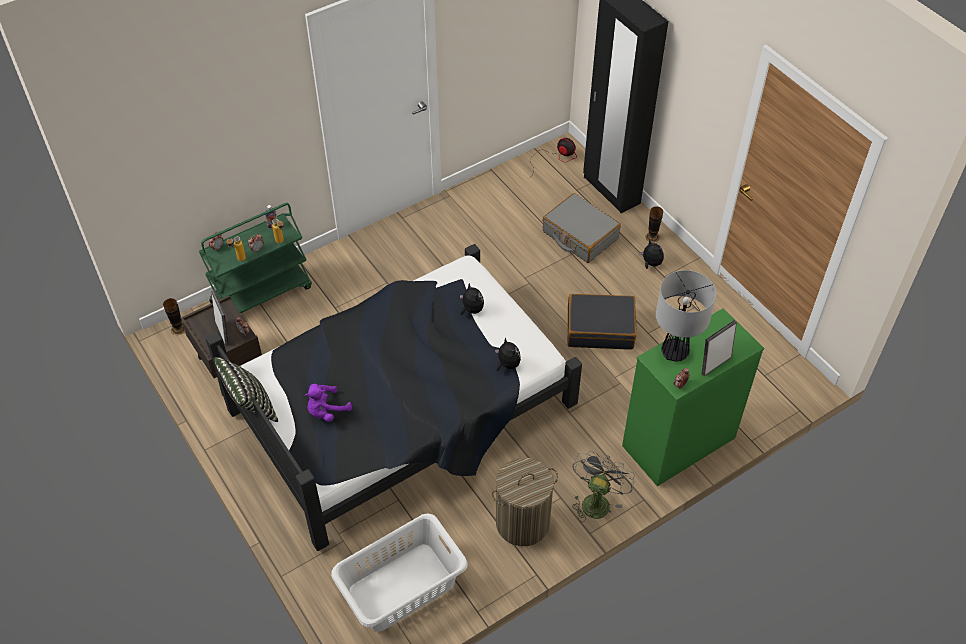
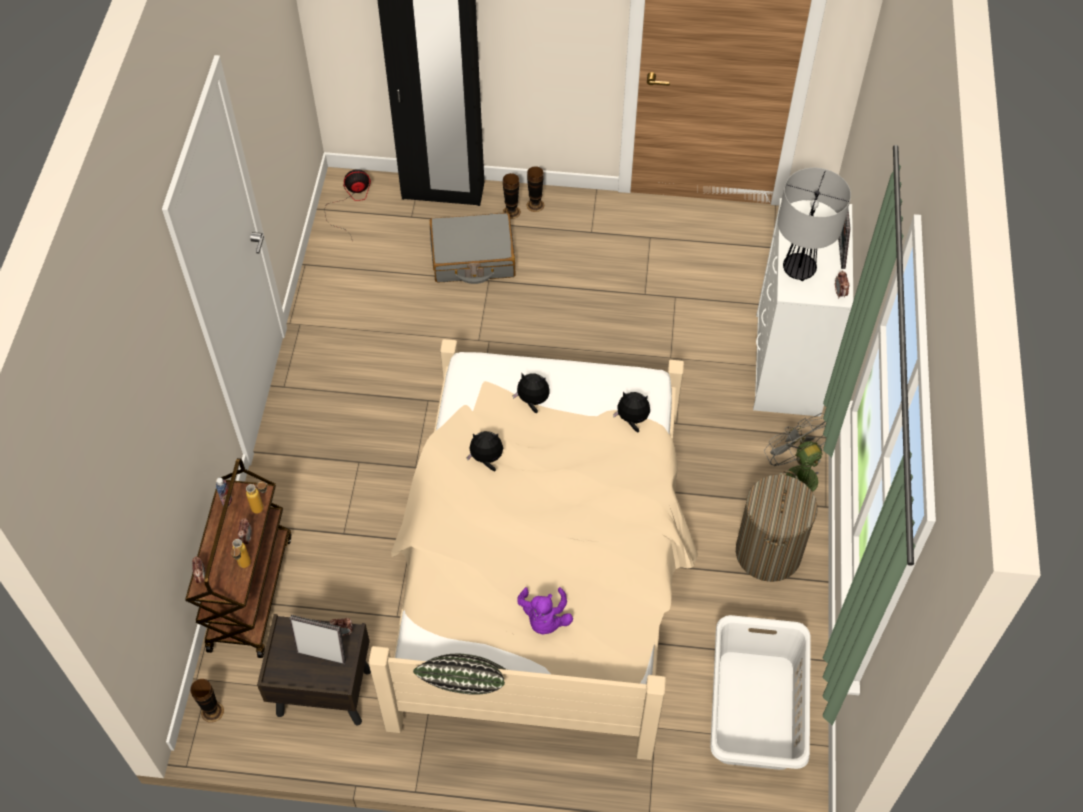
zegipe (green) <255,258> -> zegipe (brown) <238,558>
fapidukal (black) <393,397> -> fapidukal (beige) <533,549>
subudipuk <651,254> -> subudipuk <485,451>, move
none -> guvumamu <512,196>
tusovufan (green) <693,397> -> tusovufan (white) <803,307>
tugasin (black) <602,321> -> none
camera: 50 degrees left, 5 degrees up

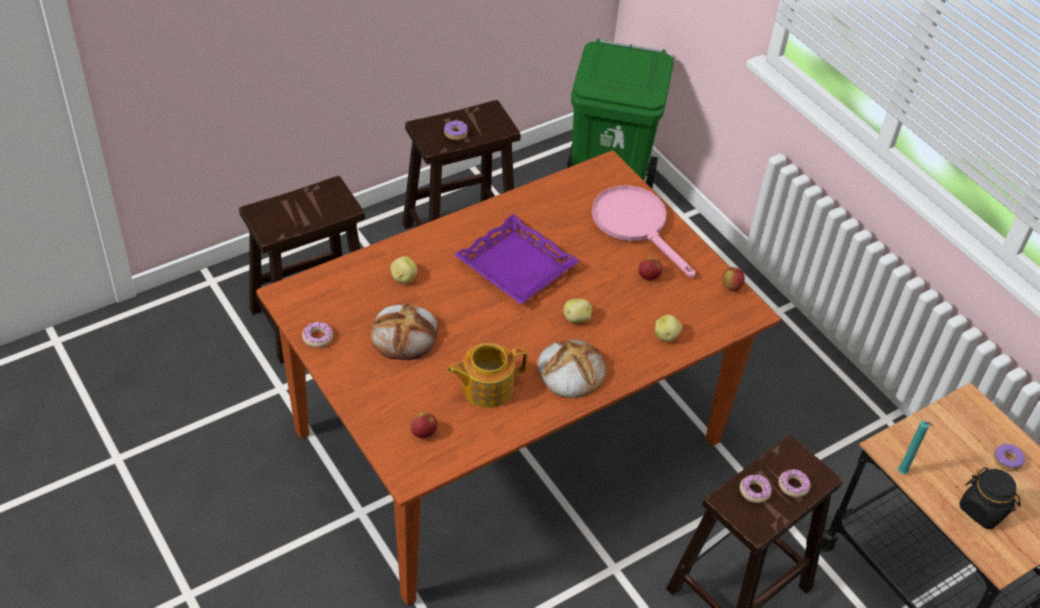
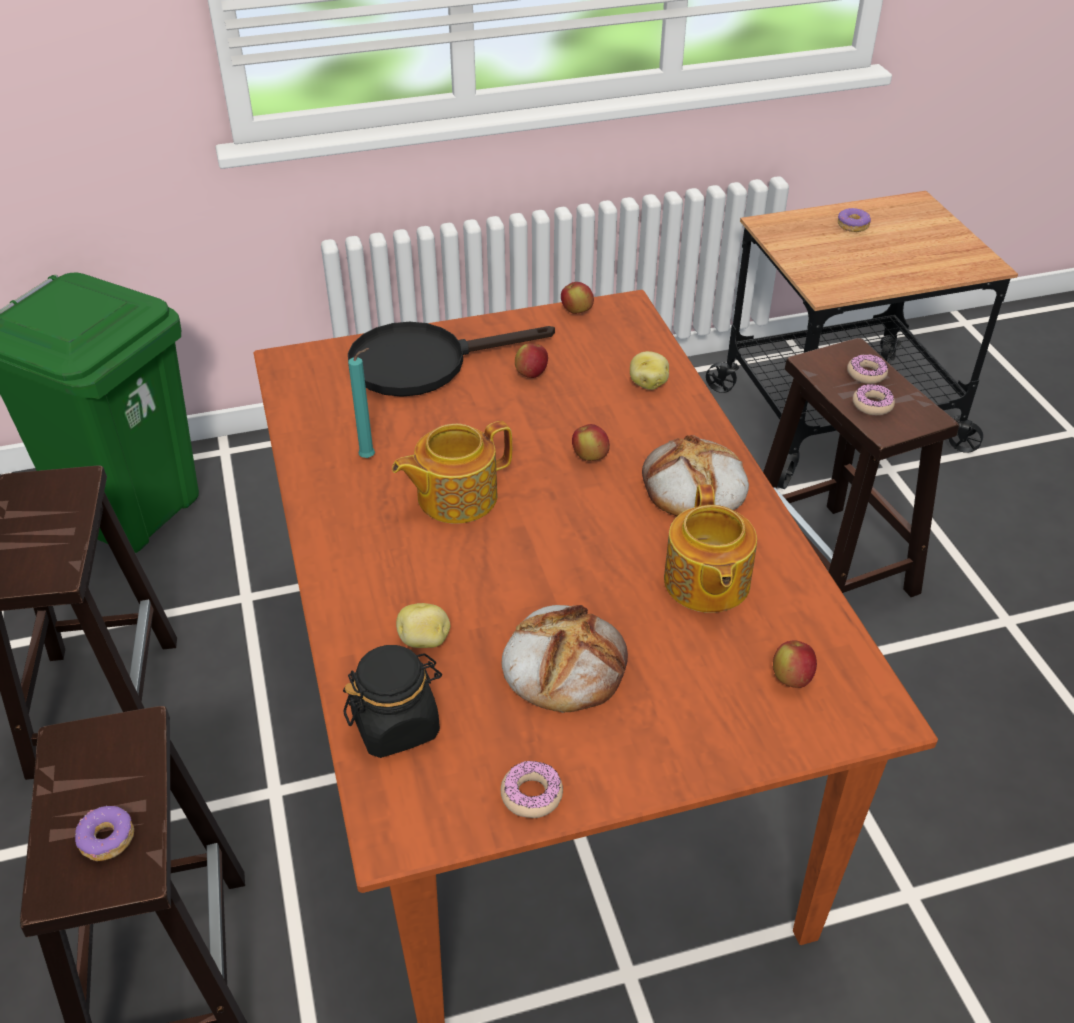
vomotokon <456,130> -> vomotokon <104,833>, move
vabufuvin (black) <990,498> -> vabufuvin (black) <392,701>, move
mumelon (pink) <643,231> -> mumelon (black) <451,359>
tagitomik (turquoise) <915,447> -> tagitomik (turquoise) <361,403>, move
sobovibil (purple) <517,259> -> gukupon <452,472>
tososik <578,310> -> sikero <591,442>
camera: 70 degrees left, 5 degrees down

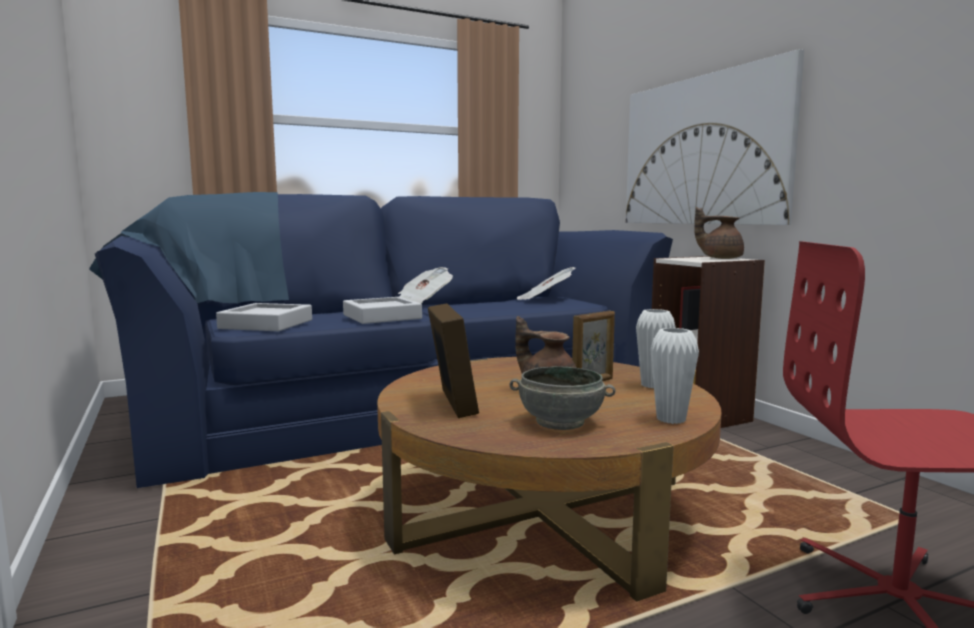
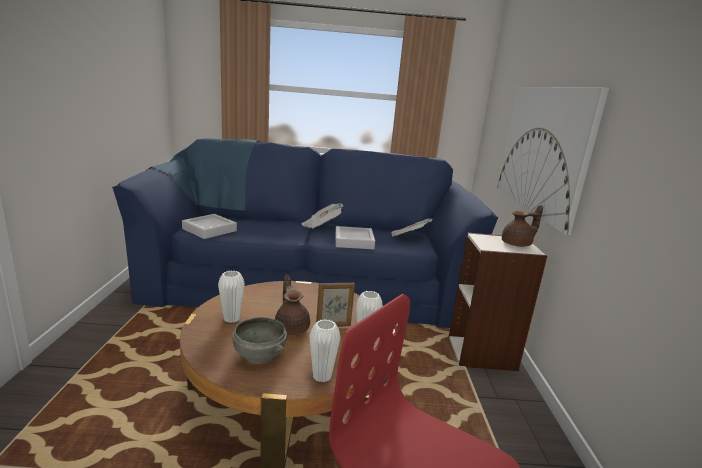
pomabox <453,360> -> guvumamu (white) <231,296>
sobovibil (grey) <382,310> -> sobovibil (grey) <355,237>, move
gukupon (brown) <719,233> -> gukupon (brown) <522,226>, 120 degrees clockwise
camera: 25 degrees right, 10 degrees up

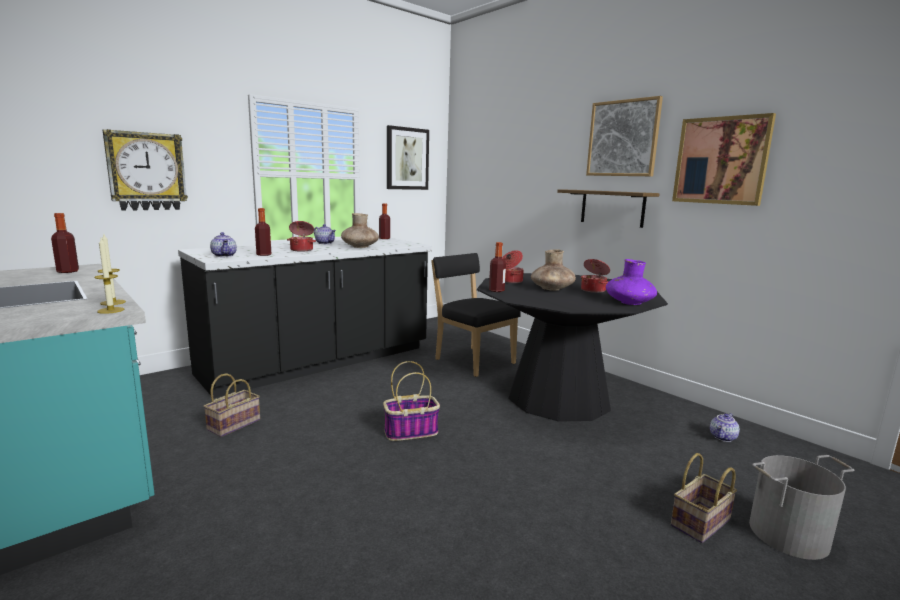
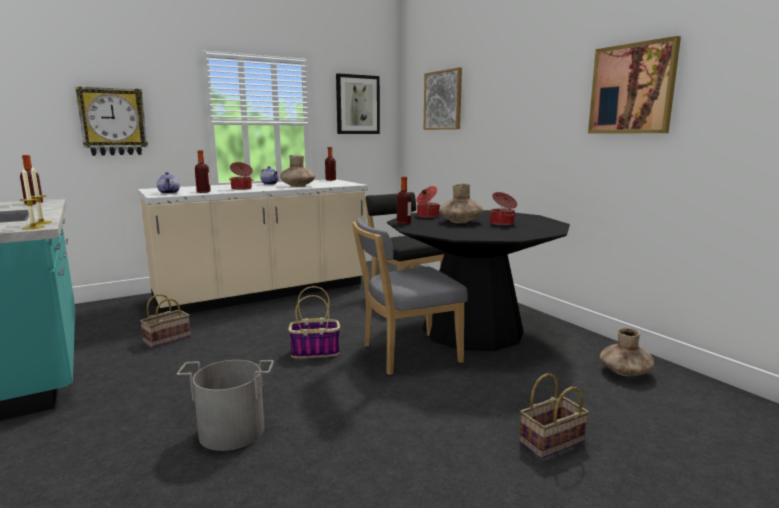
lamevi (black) <305,318> -> lamevi (beige) <253,246>
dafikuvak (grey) <801,507> -> dafikuvak (grey) <225,405>, move
none -> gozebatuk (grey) <410,296>
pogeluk <624,136> -> pogeluk <443,98>, move
gukupon <725,427> -> guvumamu (brown) <627,352>
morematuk <608,208> -> none
guvumamu (purple) <631,282> -> none
camera: 10 degrees right, 0 degrees up

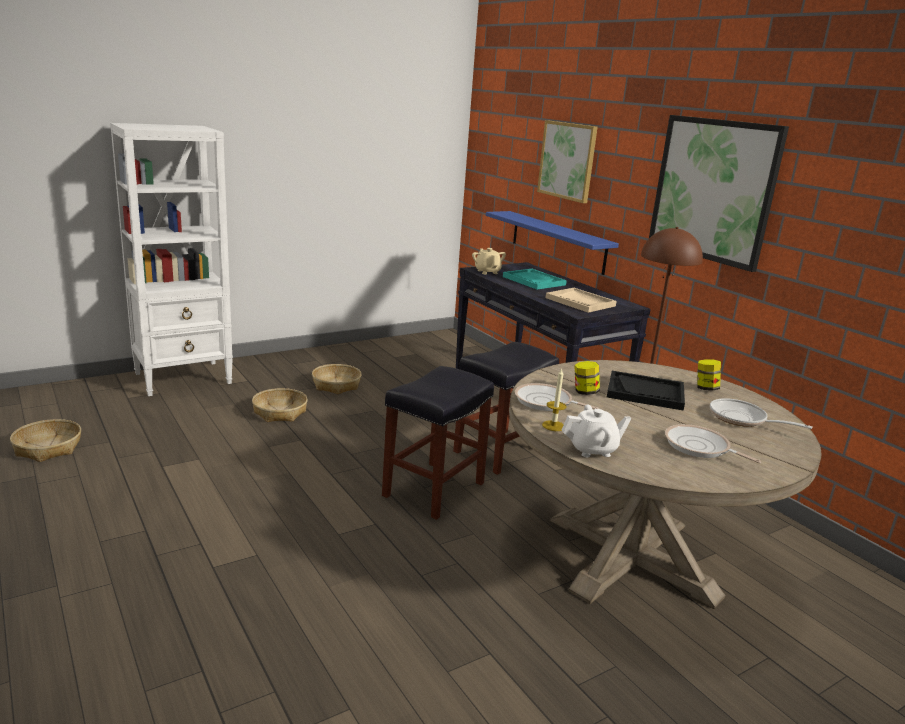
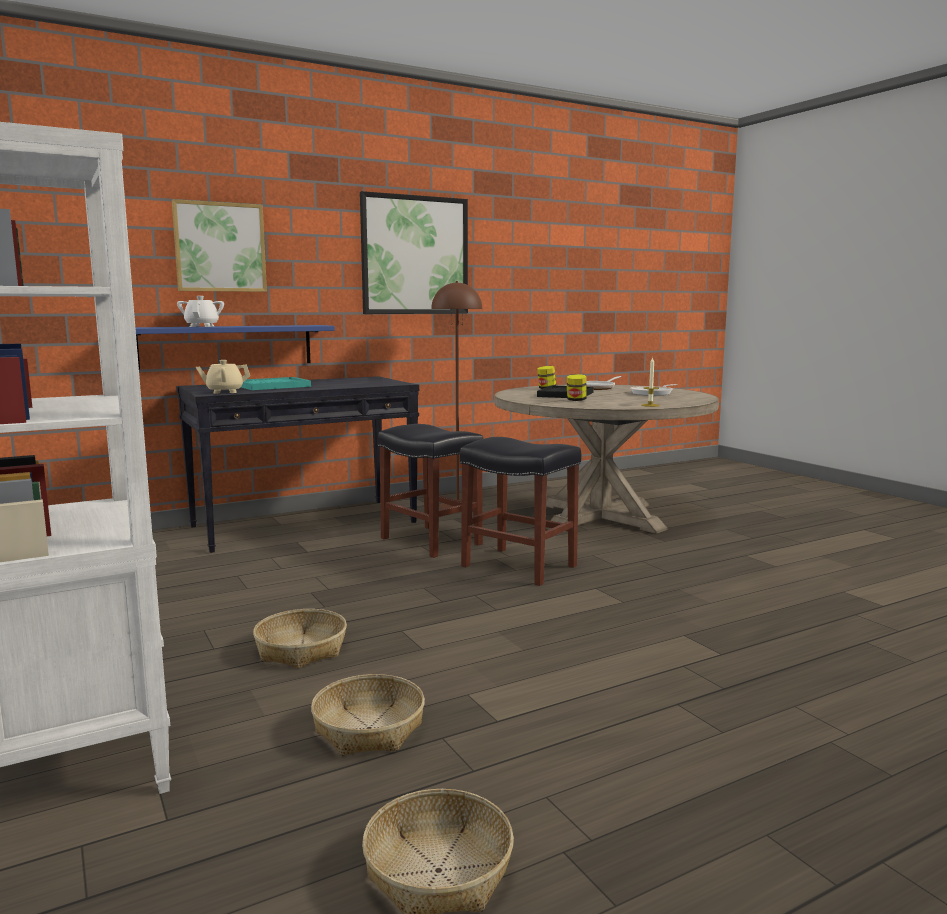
gukupon (white) <596,430> -> gukupon (white) <200,311>, move
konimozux <337,379> -> konimozux <368,715>, move
mumelon <557,397> -> none
sobovibil (beige) <581,300> -> none
camera: 85 degrees left, 10 degrees down

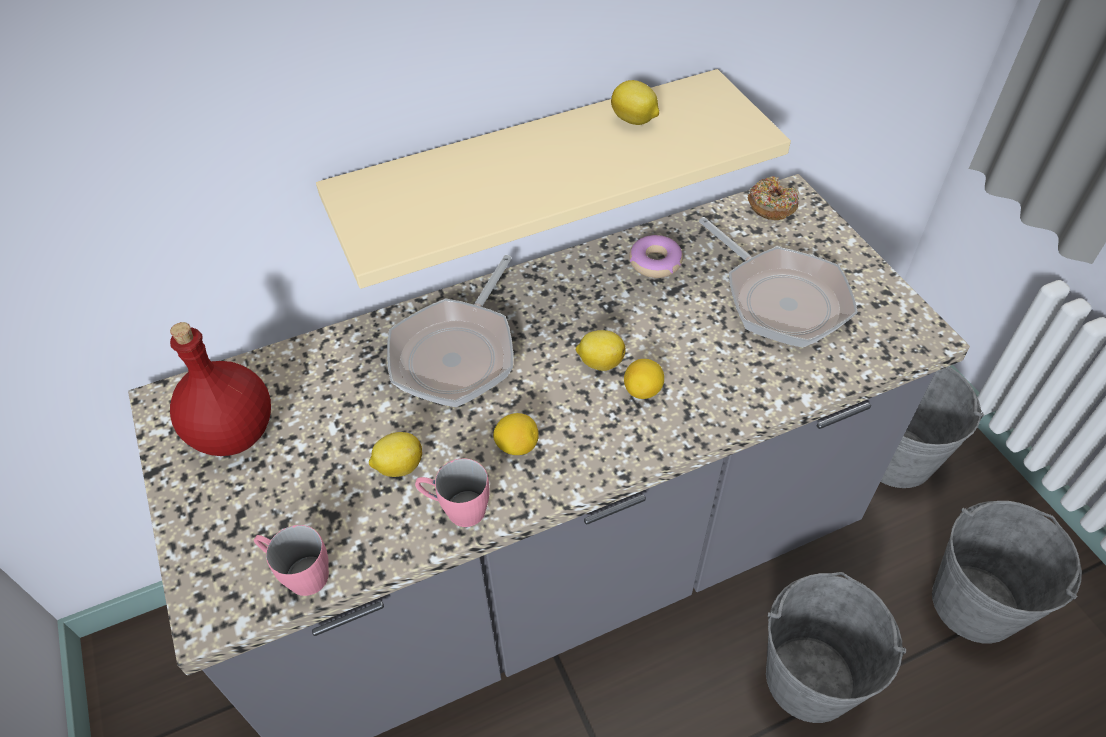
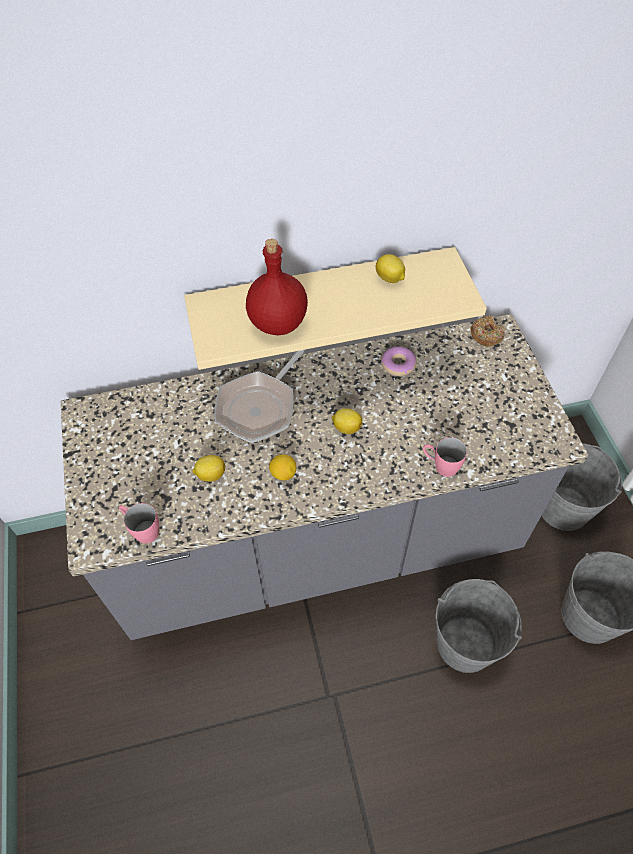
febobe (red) <220,389> -> febobe (red) <277,287>, move
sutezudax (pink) <452,492> -> sutezudax (pink) <445,457>, move
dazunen <644,379> -> none
mumelon <778,282> -> none
camera: 10 degrees right, 5 degrees up

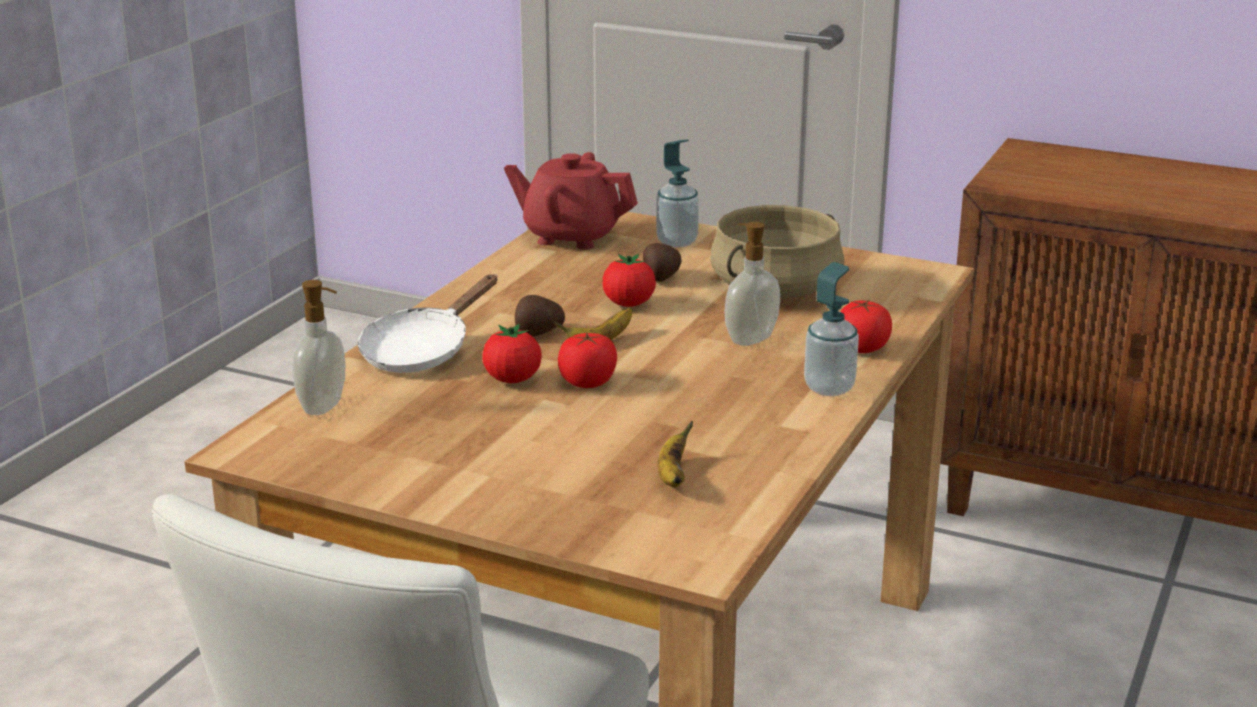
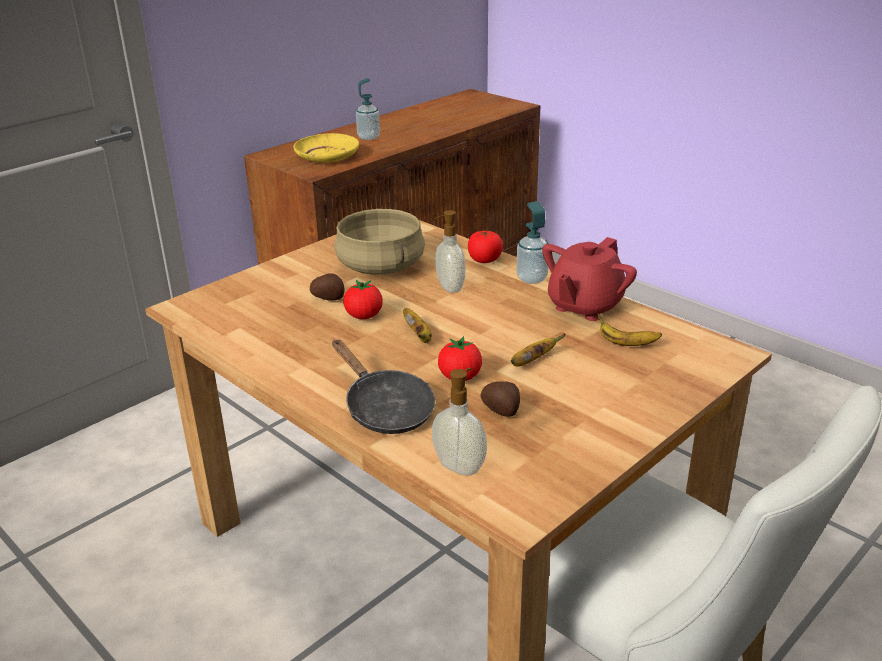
none -> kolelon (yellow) <326,148>
mumelon (white) <427,323> -> mumelon (black) <383,387>
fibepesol <677,193> -> fibepesol <368,109>, move
tososik <540,315> -> tososik <500,399>, move
none -> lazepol <538,350>
gukupon (red) <571,201> -> gukupon (red) <589,279>, move
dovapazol <587,360> -> none
camera: 70 degrees left, 5 degrees up

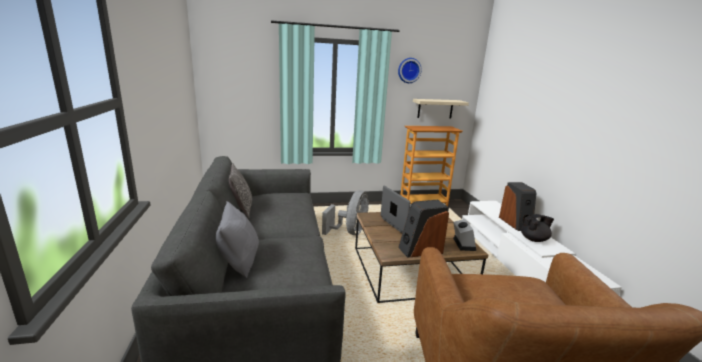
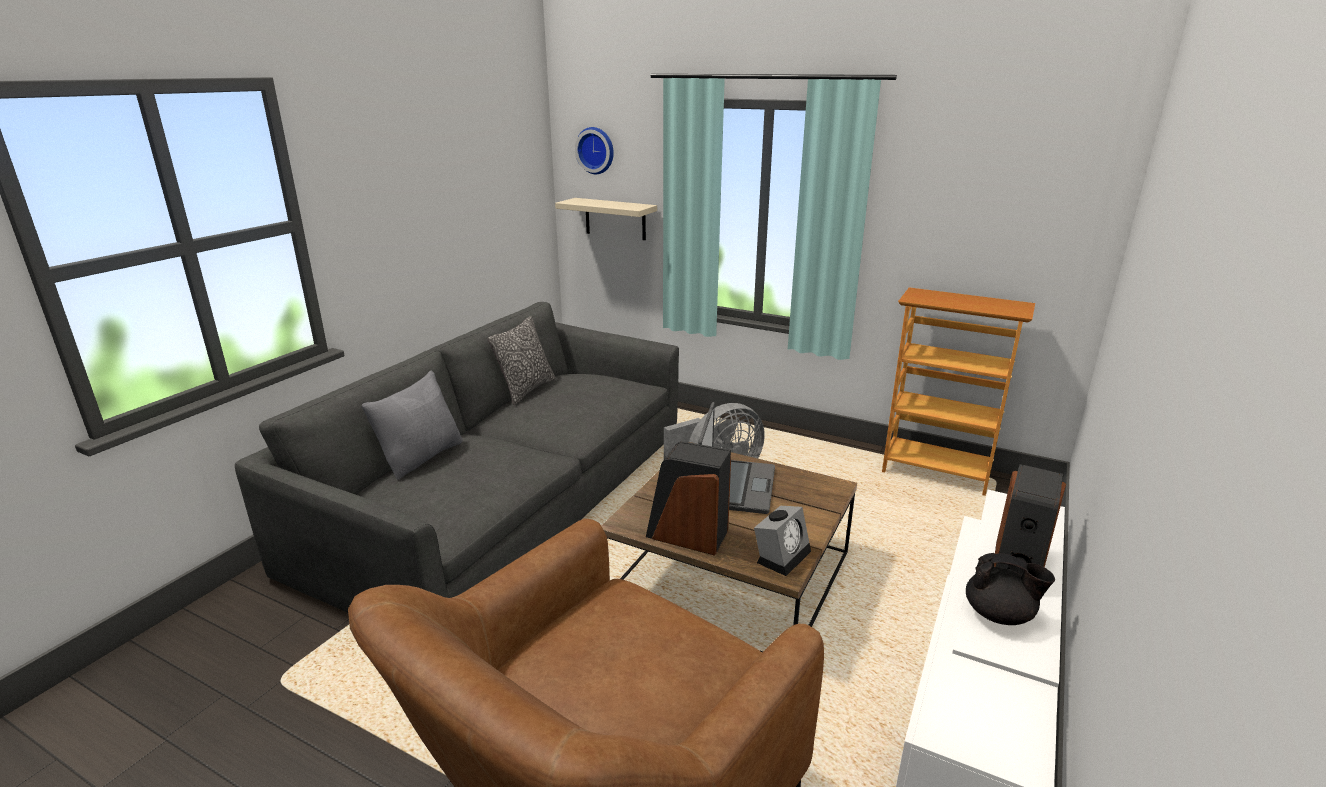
morematuk (beige) <441,109> -> morematuk (beige) <606,219>, move
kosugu <410,70> -> kosugu <594,150>, move
camera: 40 degrees right, 5 degrees up

